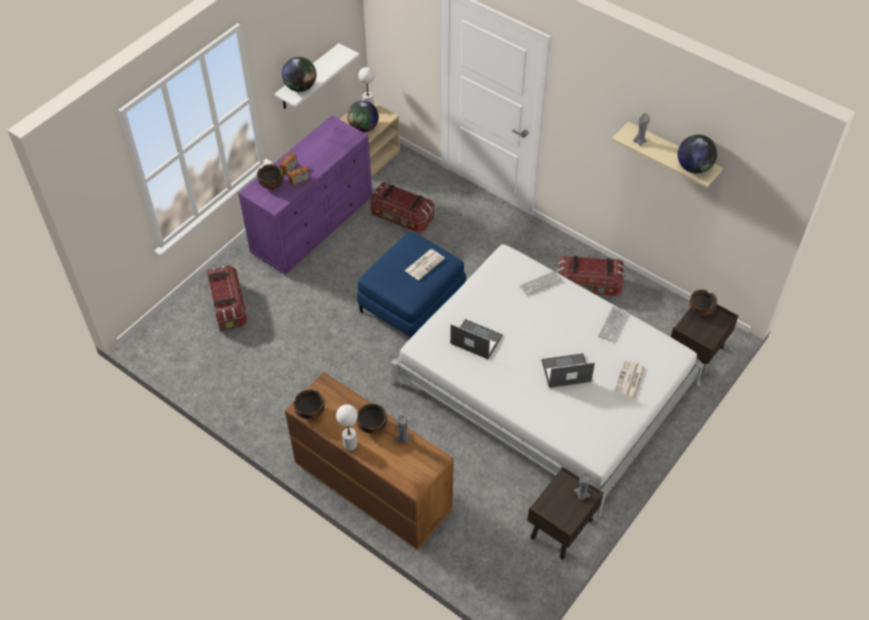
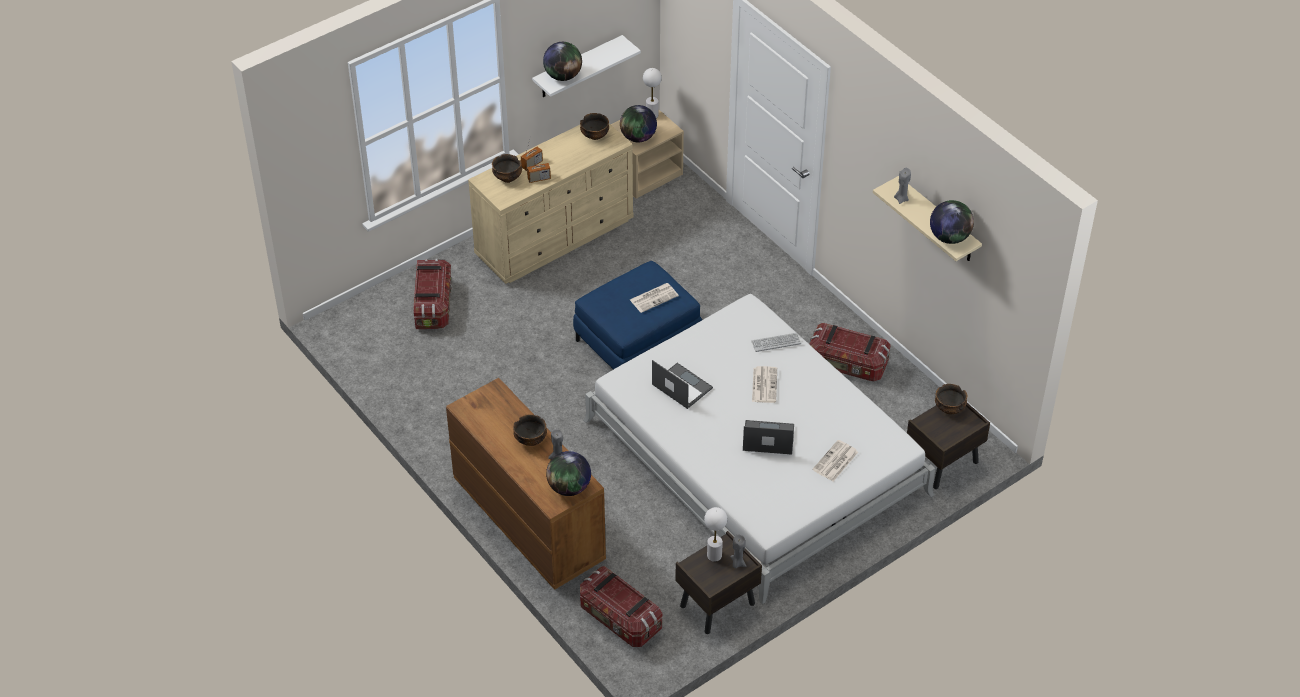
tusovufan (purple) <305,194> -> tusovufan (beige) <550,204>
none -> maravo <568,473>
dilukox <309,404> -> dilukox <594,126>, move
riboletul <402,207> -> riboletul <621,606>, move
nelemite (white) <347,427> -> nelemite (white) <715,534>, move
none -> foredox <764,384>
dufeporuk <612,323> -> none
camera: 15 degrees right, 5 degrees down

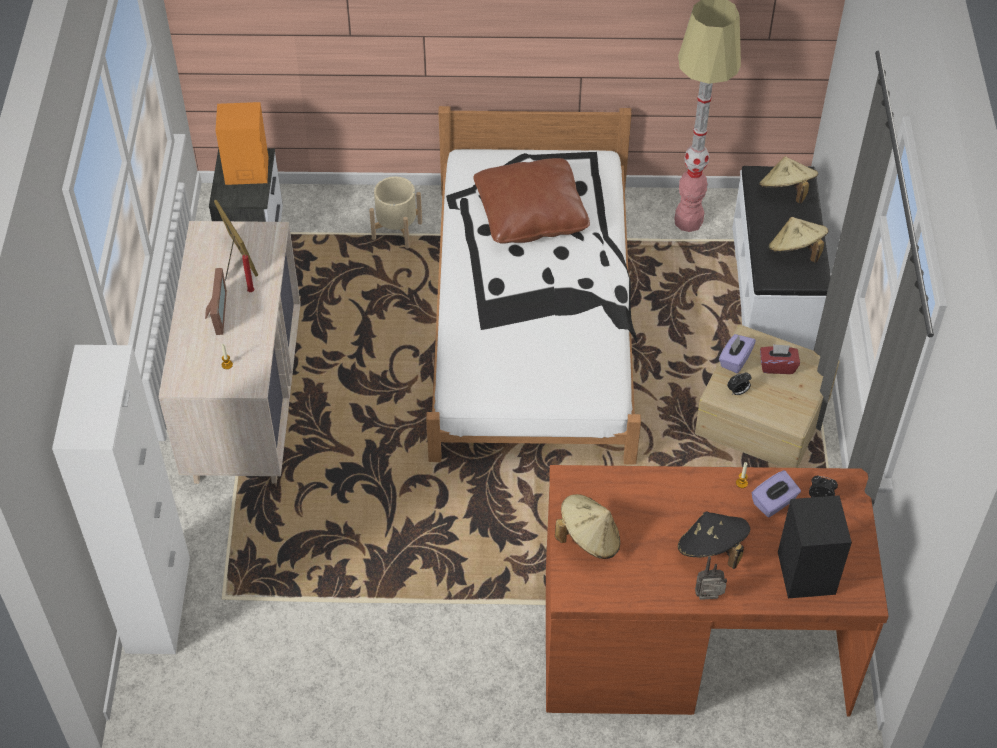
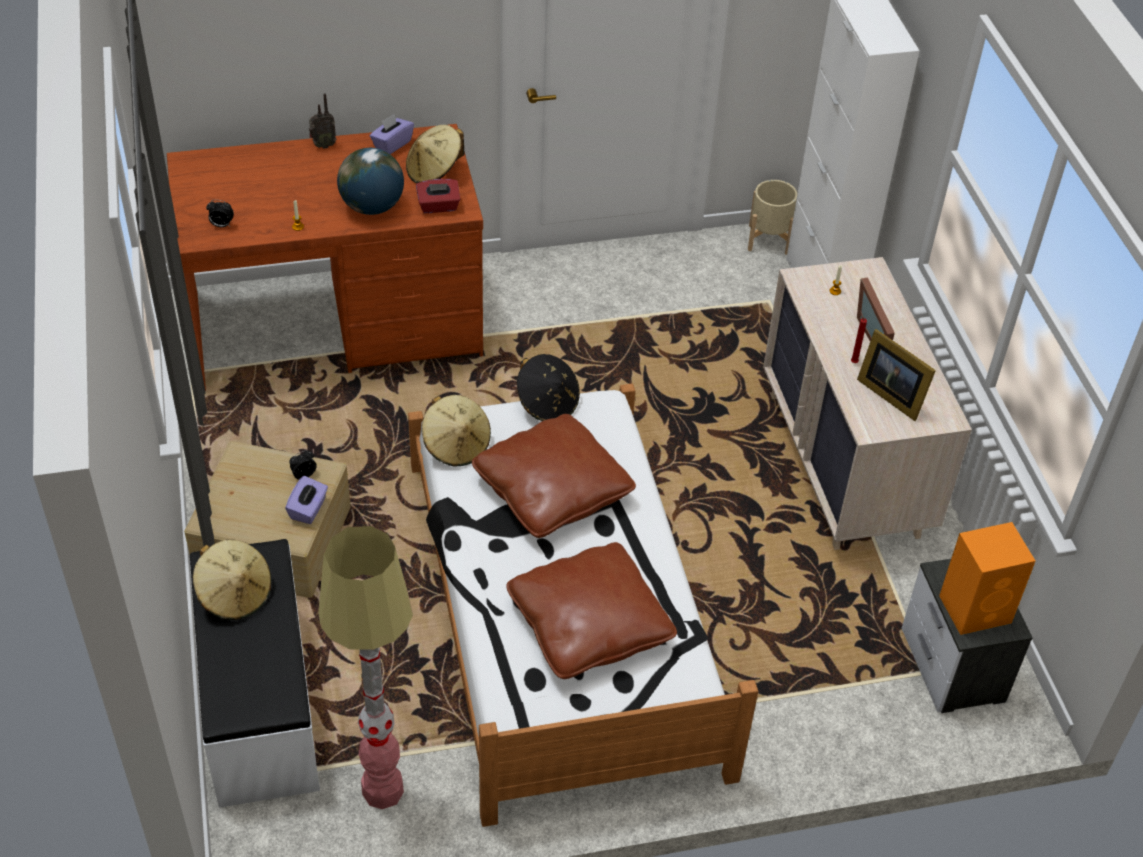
none -> maravo <370,181>
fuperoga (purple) <776,493> -> fuperoga (purple) <392,133>, move
fuperoga (red) <780,359> -> fuperoga (red) <438,196>, move
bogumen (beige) <788,180> -> bogumen (beige) <456,431>, move
none -> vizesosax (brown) <554,476>
bogumen (black) <714,540> -> bogumen (black) <548,387>, move
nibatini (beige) <395,212> -> nibatini (beige) <772,217>, move
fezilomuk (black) <815,546> -> none
camera: 165 degrees right, 5 degrees down

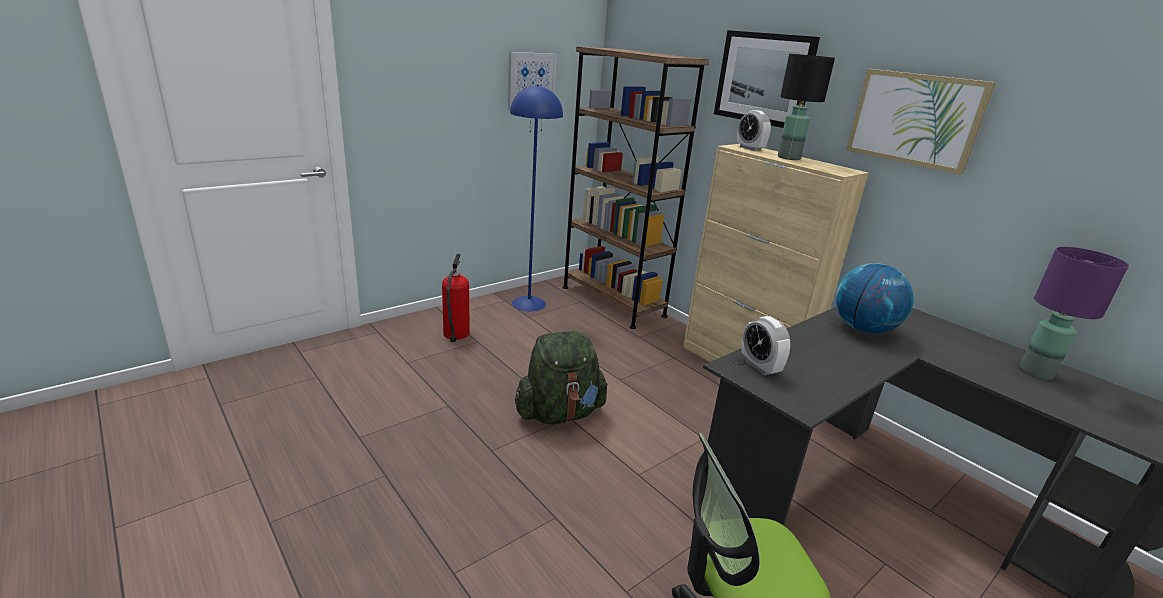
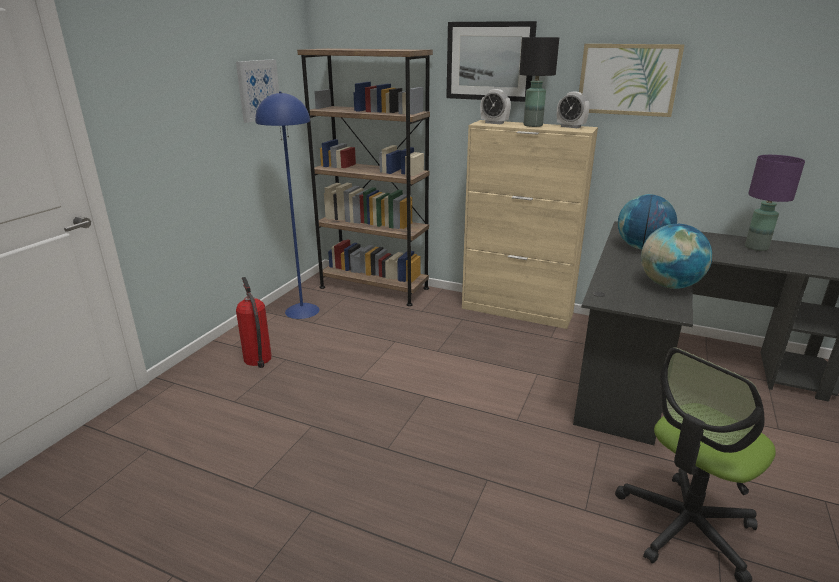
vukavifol <765,346> -> vukavifol <573,110>, move
none -> maravo <676,256>
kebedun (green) <561,377> -> none
camera: 25 degrees left, 0 degrees up

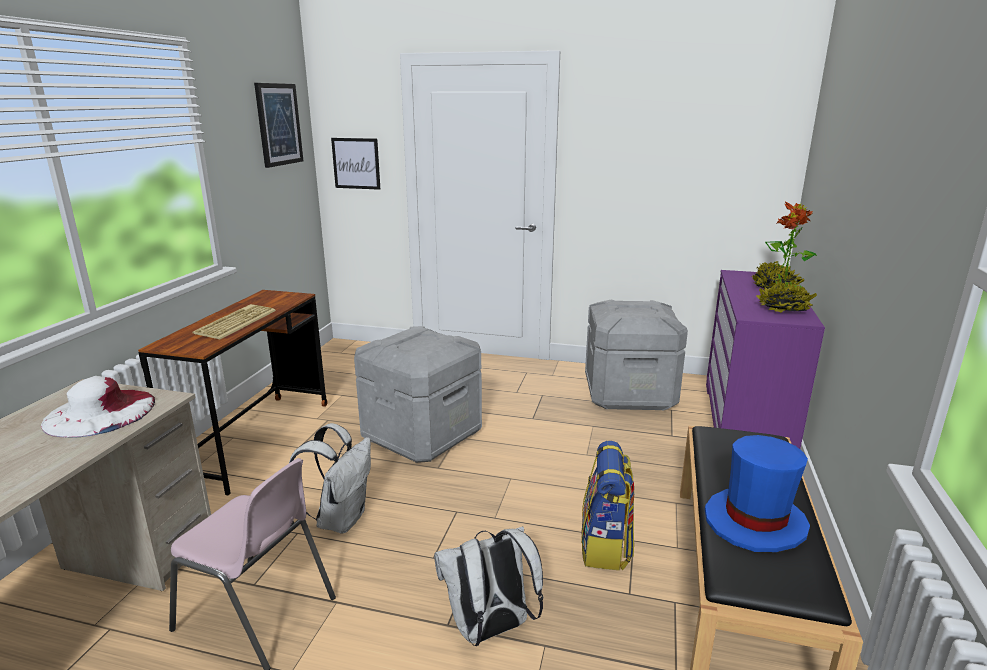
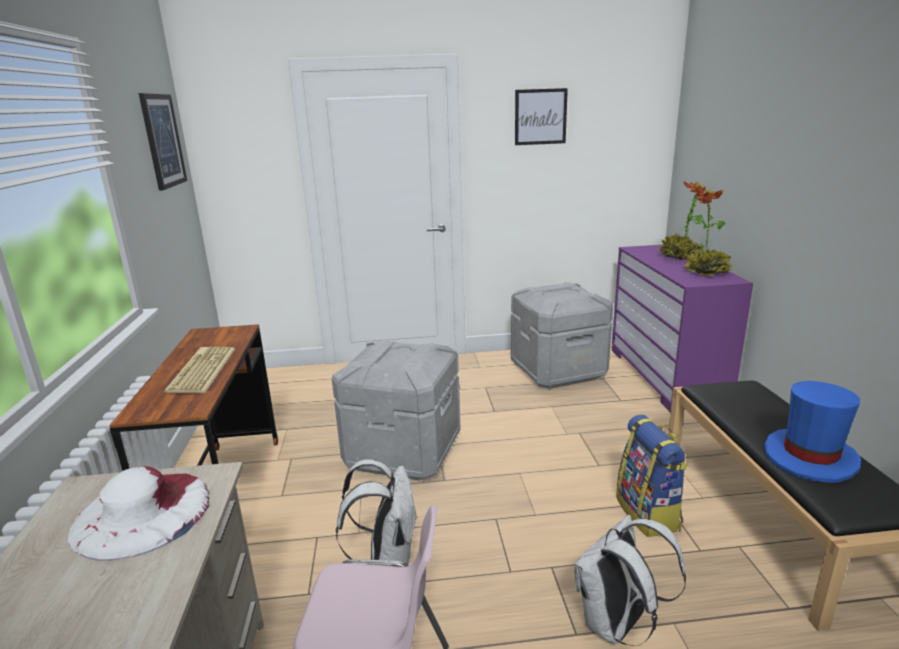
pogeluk <355,164> -> pogeluk <541,116>, move
camera: 20 degrees left, 0 degrees up

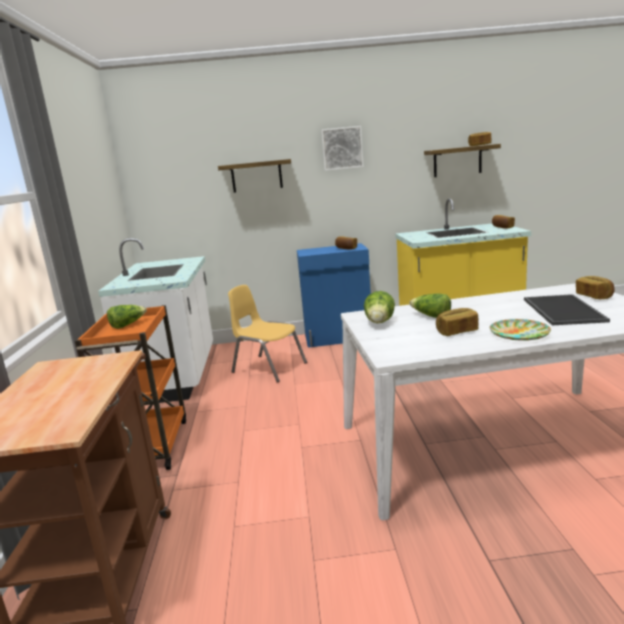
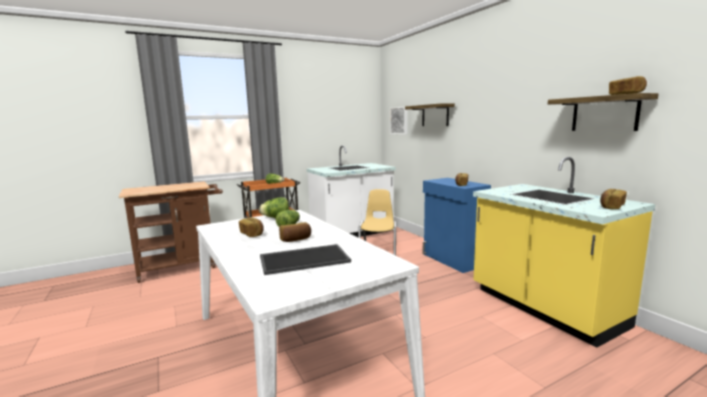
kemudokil <595,287> -> kemudokil <295,232>, move
pogeluk <342,148> -> pogeluk <399,120>, move
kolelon <520,330> -> none
camera: 65 degrees right, 5 degrees down

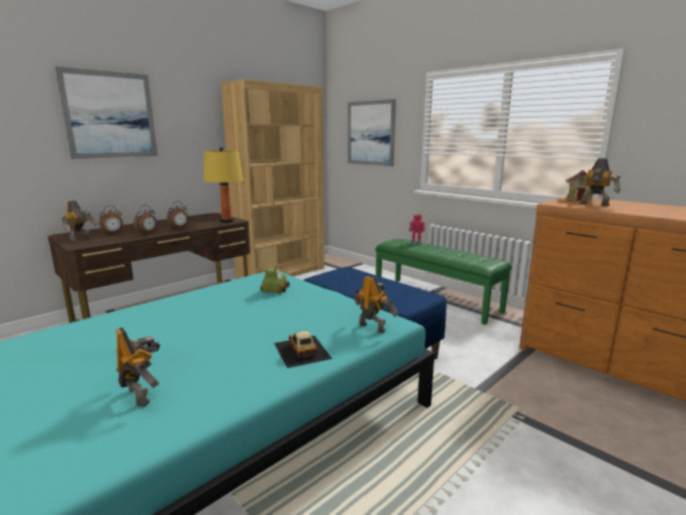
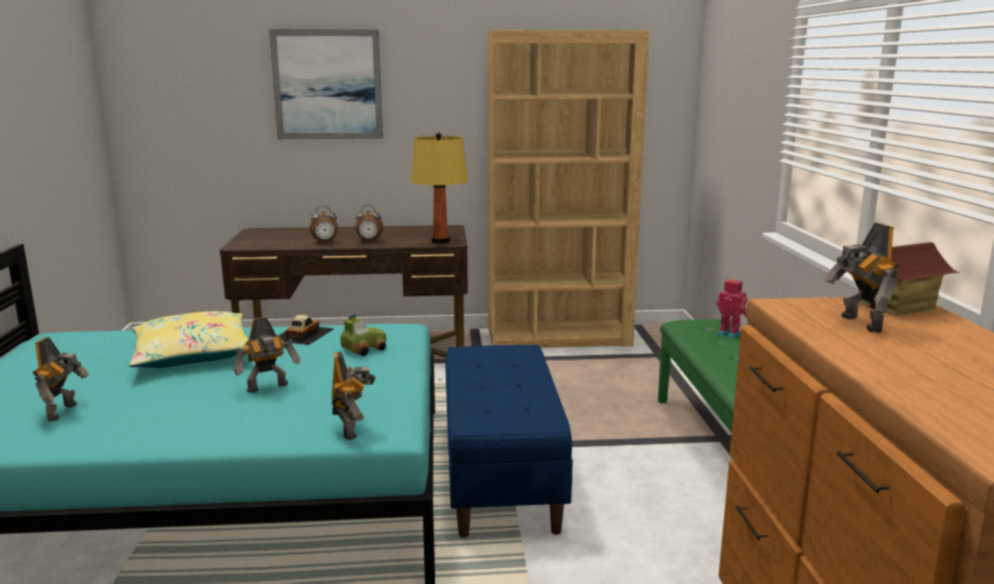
none -> vizesosax (yellow) <188,339>
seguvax <80,222> -> seguvax <267,355>, move
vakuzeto <303,349> -> vakuzeto <307,330>, move
vukavifol <111,220> -> none
pogeluk <372,132> -> none
camera: 40 degrees right, 0 degrees up

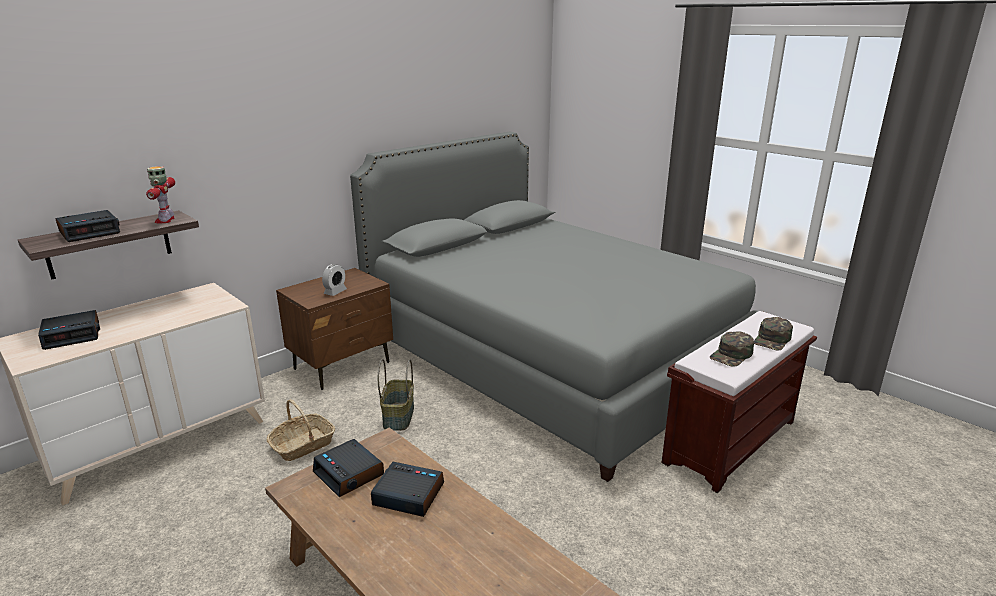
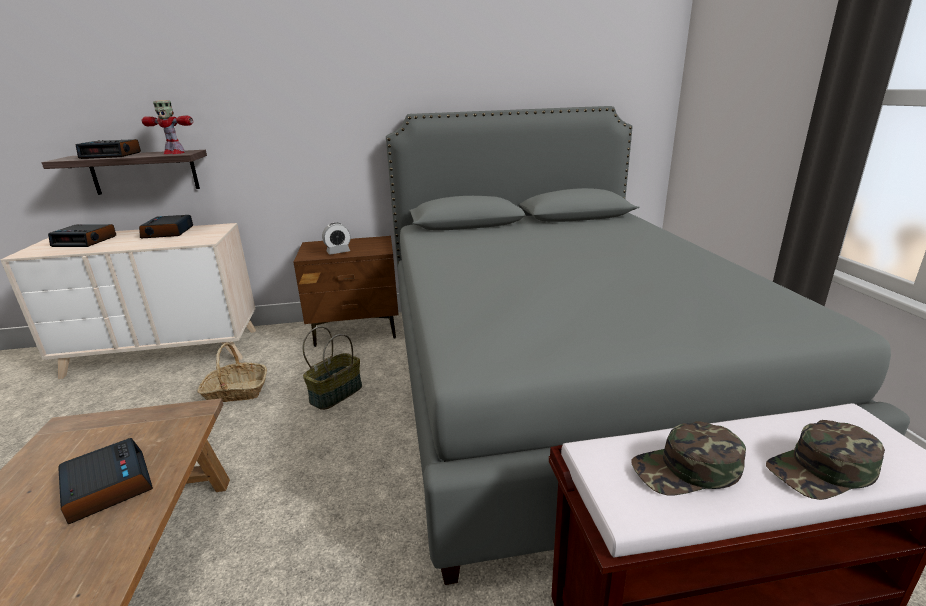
vukavifol <348,468> -> vukavifol <166,226>, move
seguvax <160,195> -> seguvax <167,127>, 105 degrees counterclockwise
camera: 35 degrees right, 0 degrees up

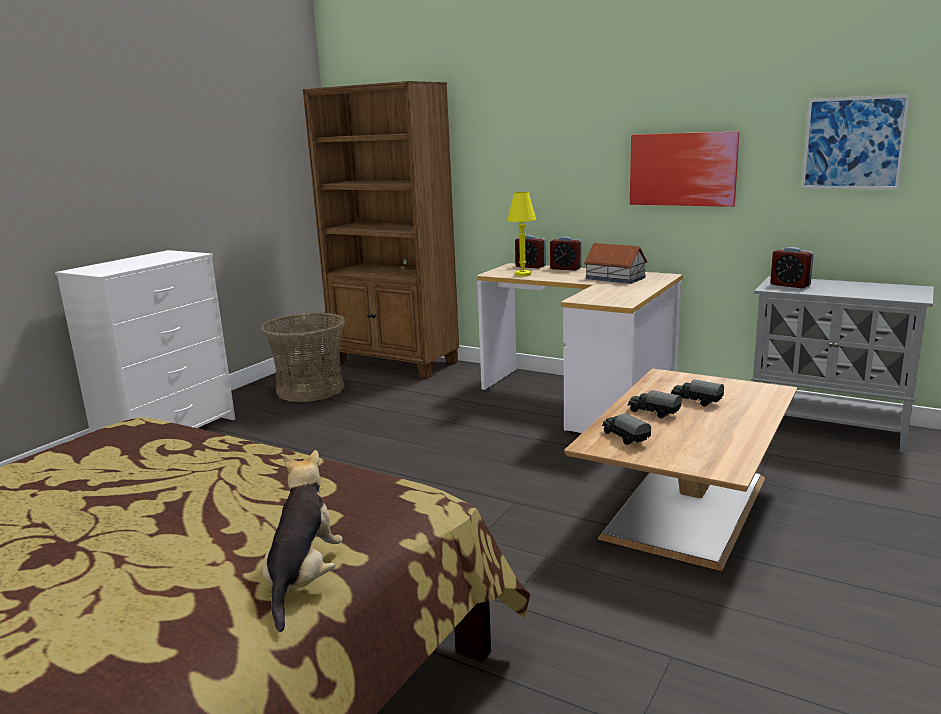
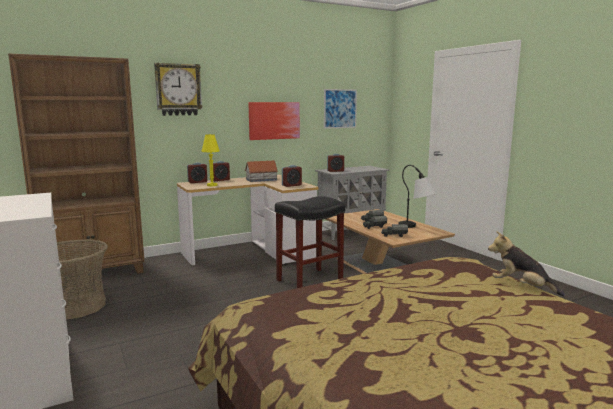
none -> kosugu <178,89>
none -> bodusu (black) <310,242>
none -> vukavifol <292,176>
none -> nelemite <418,196>
camera: 60 degrees left, 5 degrees down

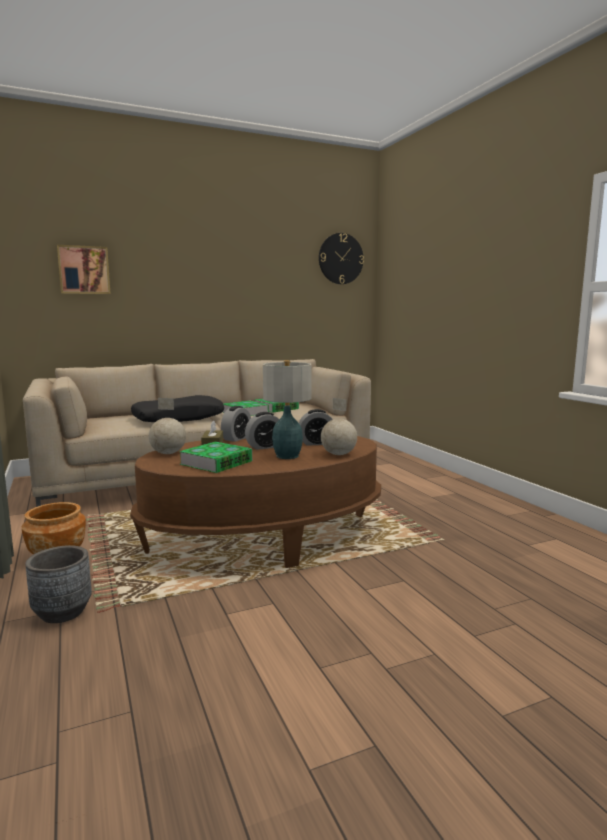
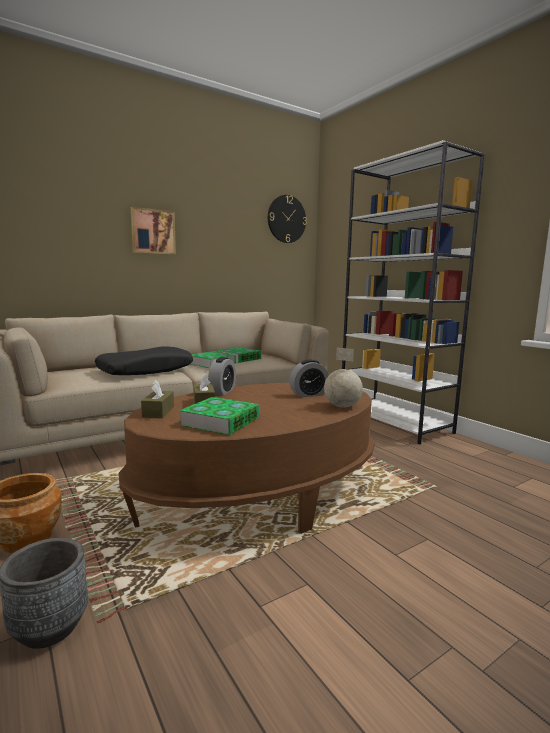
pogeluk <83,269> -> pogeluk <153,231>, move
maravo <167,426> -> fuperoga (brown) <157,399>
none -> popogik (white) <413,292>
vukavifol <262,431> -> none
nelemite <287,409> -> none
camera: 10 degrees left, 0 degrees up

